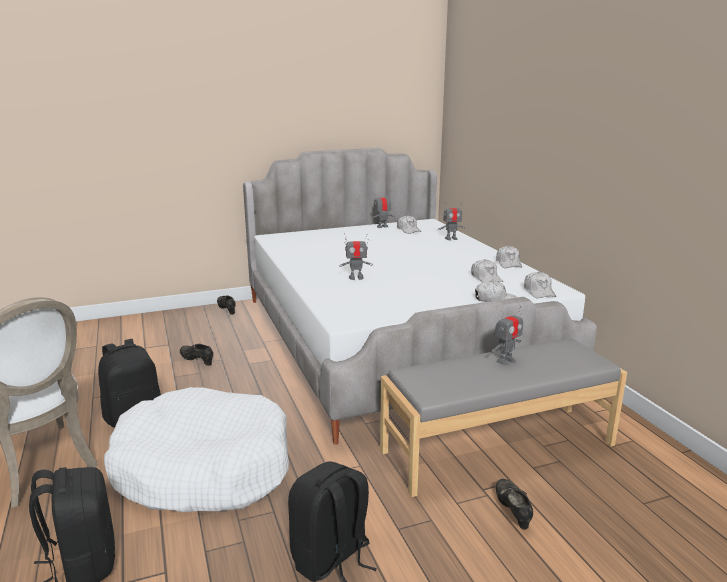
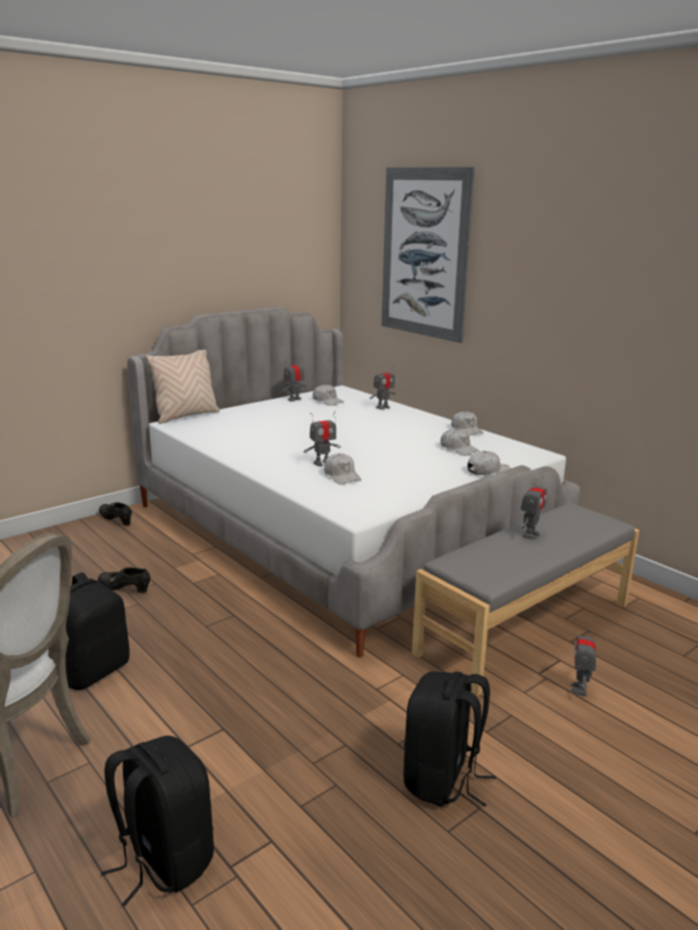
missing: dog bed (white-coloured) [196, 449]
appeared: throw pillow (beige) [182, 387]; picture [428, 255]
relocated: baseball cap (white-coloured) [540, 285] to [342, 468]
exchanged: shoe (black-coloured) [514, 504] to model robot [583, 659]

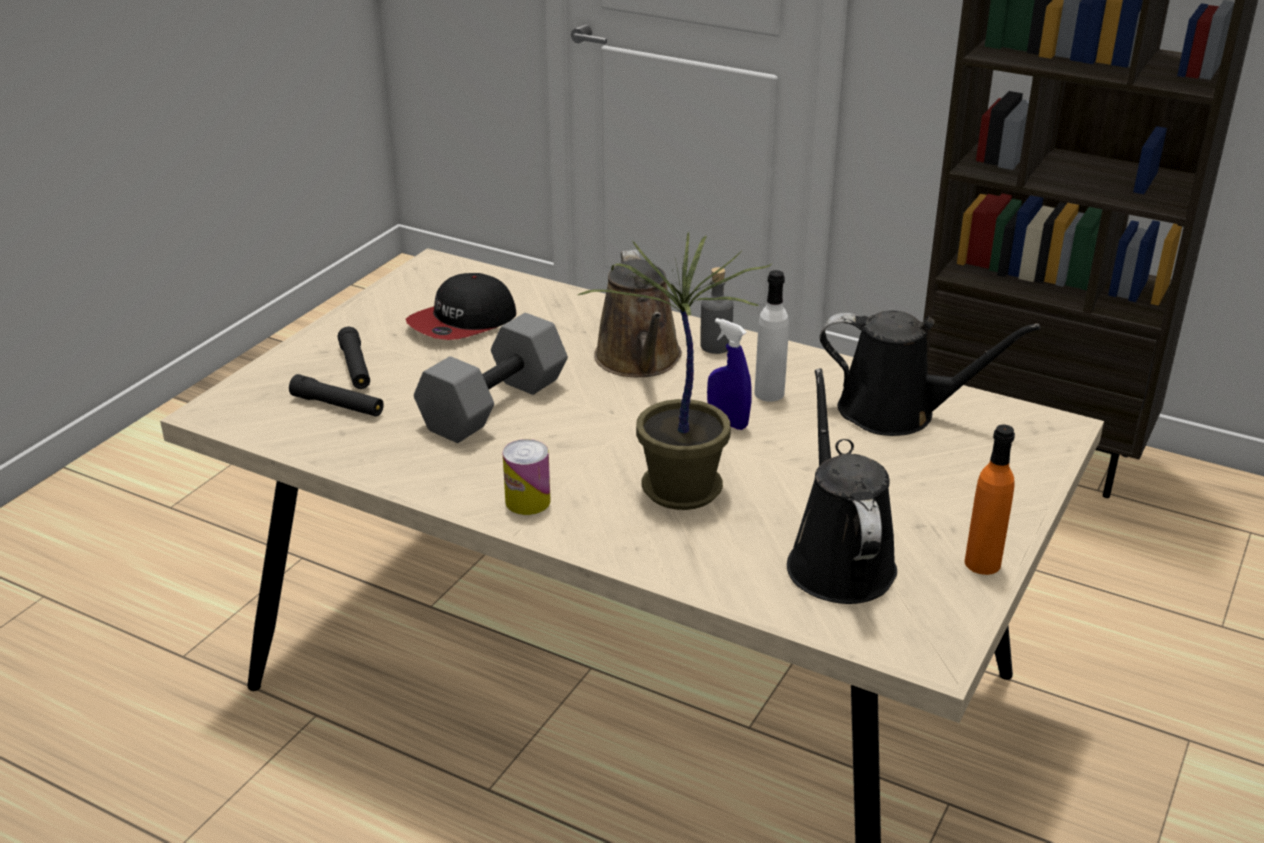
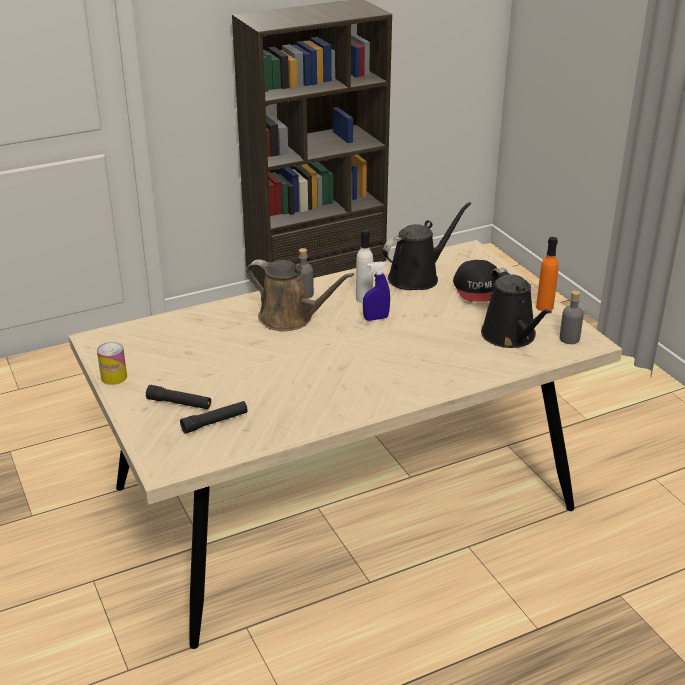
missing: dumbbell (greyish) [491, 378]; houseplant [675, 371]
appeared: drink bottle (greyish) [572, 317]
relocated: metal can [526, 477] to [112, 363]; baseball cap [461, 306] to [475, 281]
spun: watering pot (black-coloured) [842, 486] = [516, 307] 135 degrees counterclockwise

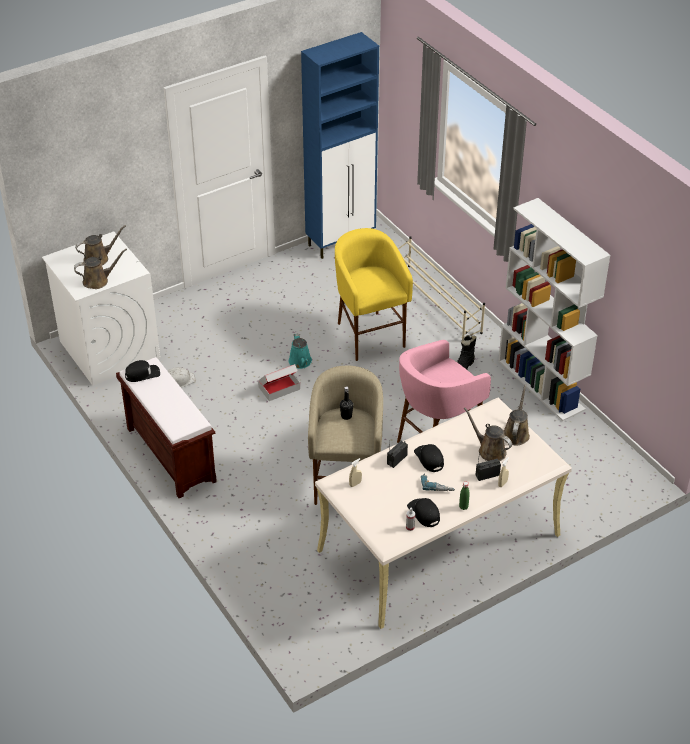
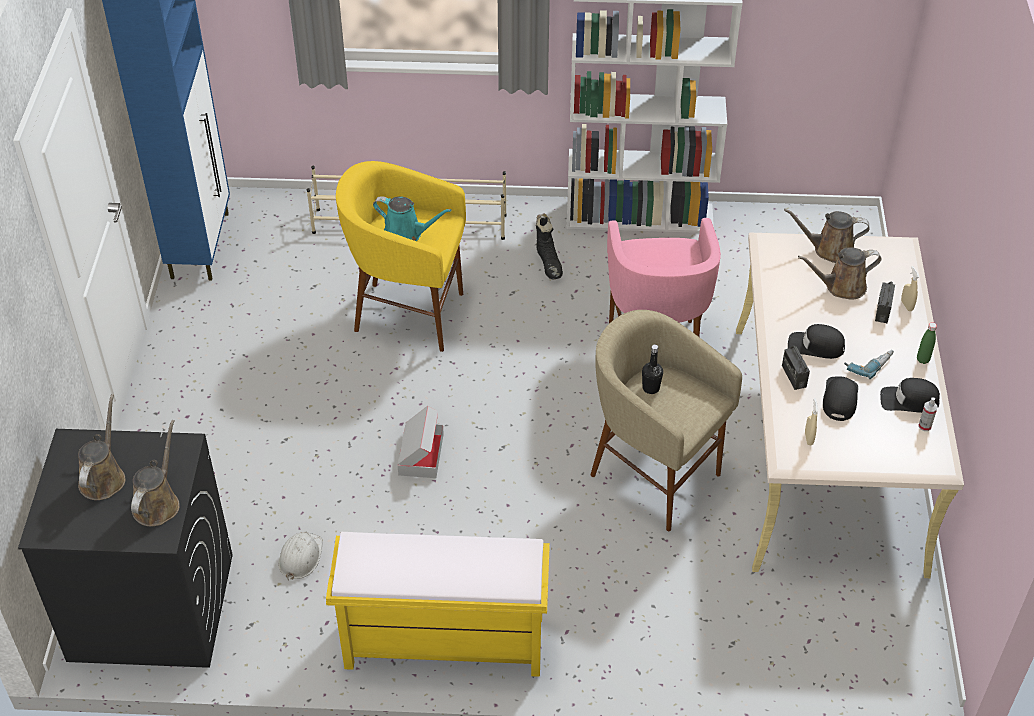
relocated: watering pot (turquoise-coloured) [300, 351] to [412, 218]; baseball cap (black-coloured) [142, 371] to [840, 398]
colour: laundry machine (white-coloured) [101, 309] to laundry machine (black-coloured) [125, 548]; bench (brown) [166, 427] to bench (yellowish) [438, 604]
spun: watering pot (brown) [516, 414] = [827, 236] 45 degrees counterclockwise

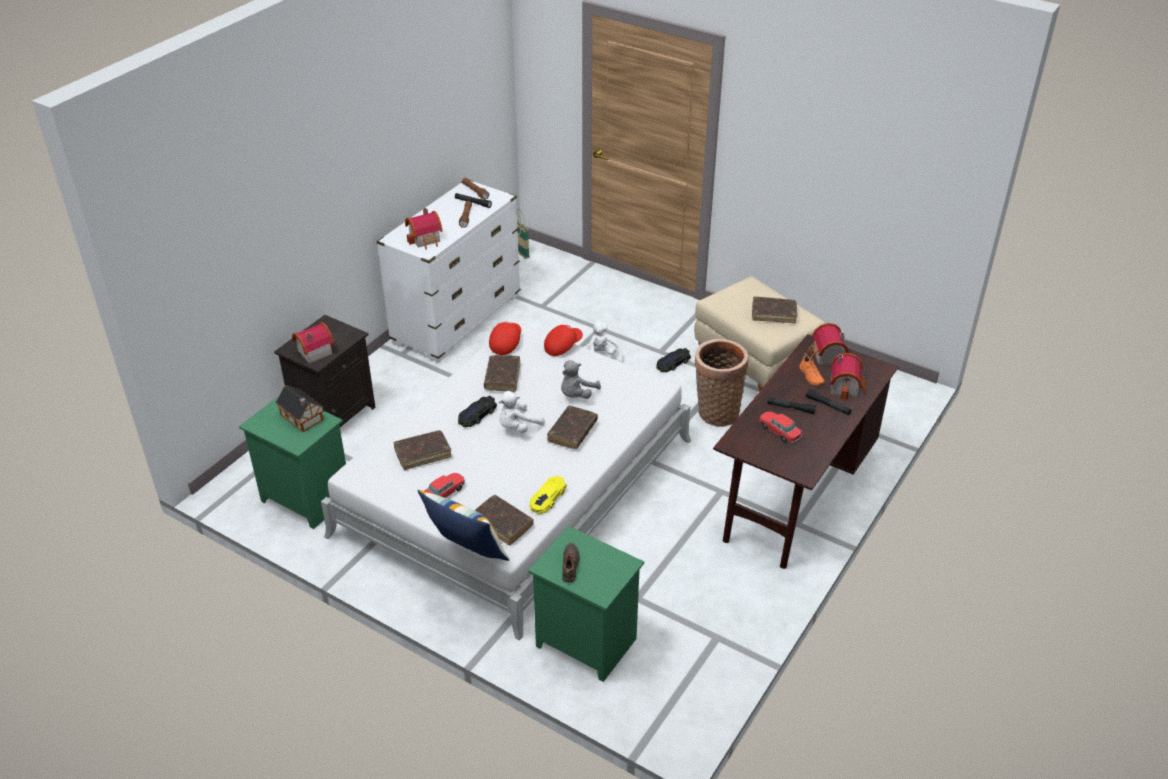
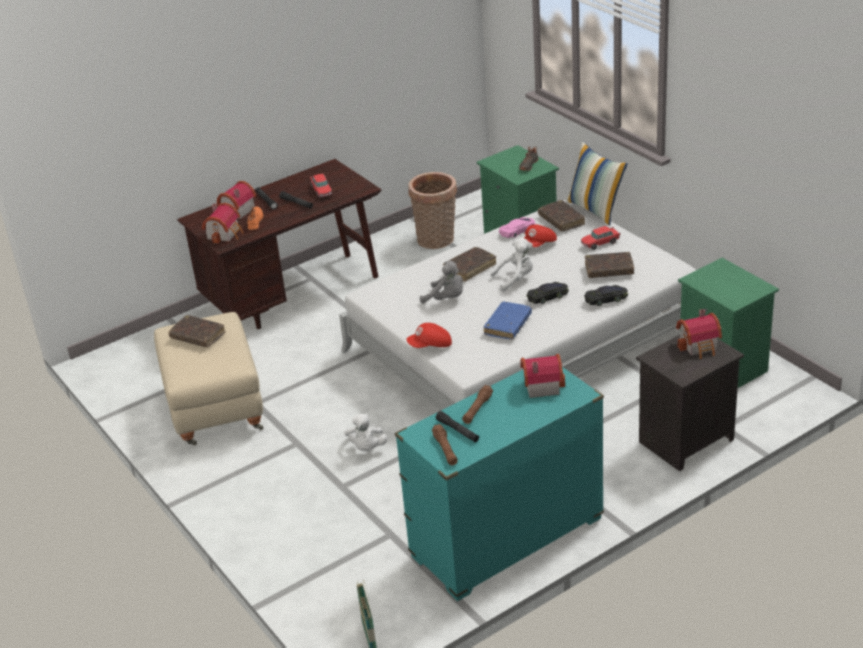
missing: toy house [299, 408]
relocated: basket [721, 383] to [432, 210]; baseball cap (red) [505, 338] to [540, 235]; model car (black-coloured) [673, 360] to [606, 295]
colour: chest of drawers (white-coloured) [448, 271] to chest of drawers (turquoise-coloured) [499, 478]; bound book (brown) [502, 373] to bound book (blue) [507, 321]; model car (yellowish) [548, 495] to model car (pink-coloured) [517, 227]
spun: soft toy (greyish) [581, 379] = [441, 282] 60 degrees clockwise

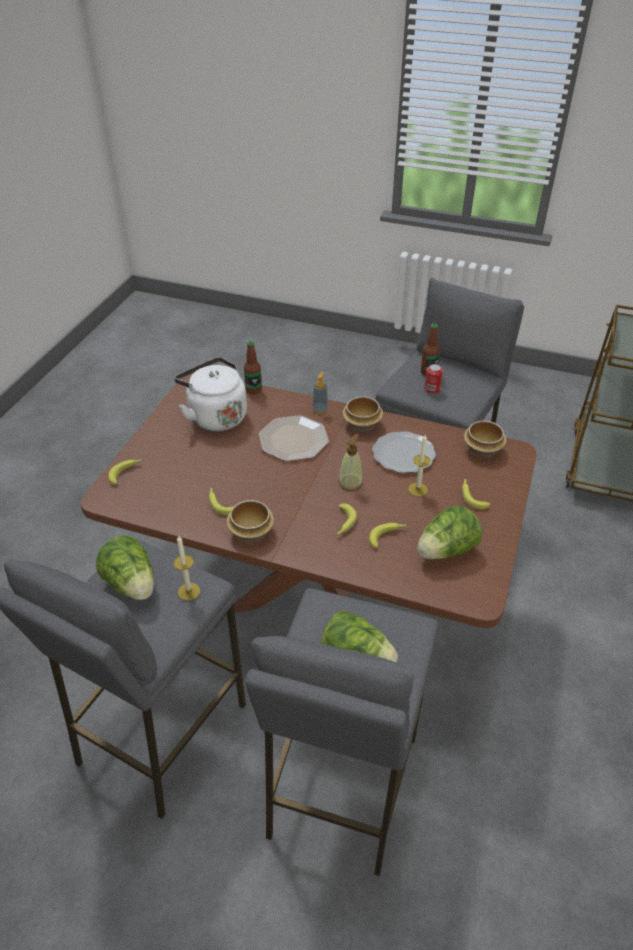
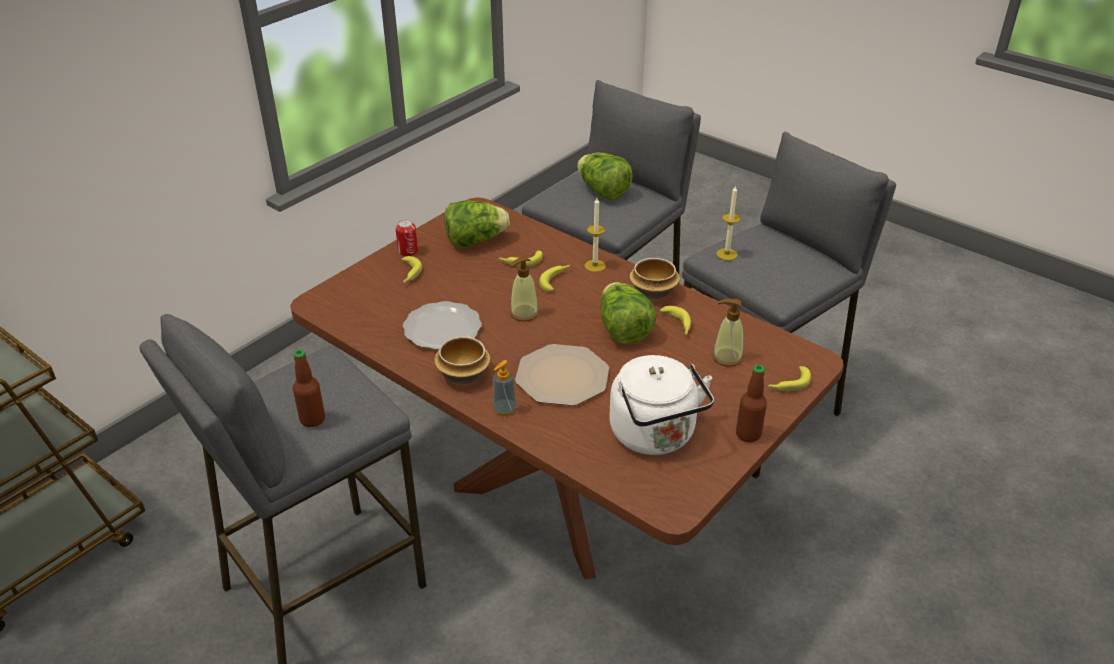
missing: bowl [485, 439]
appeared: liquid soap bottle [728, 333]
relocated: metal can [433, 379] to [406, 238]; candle [419, 466] to [595, 235]; head of lettuce [125, 567] to [628, 313]; drink bottle [253, 368] to [751, 403]

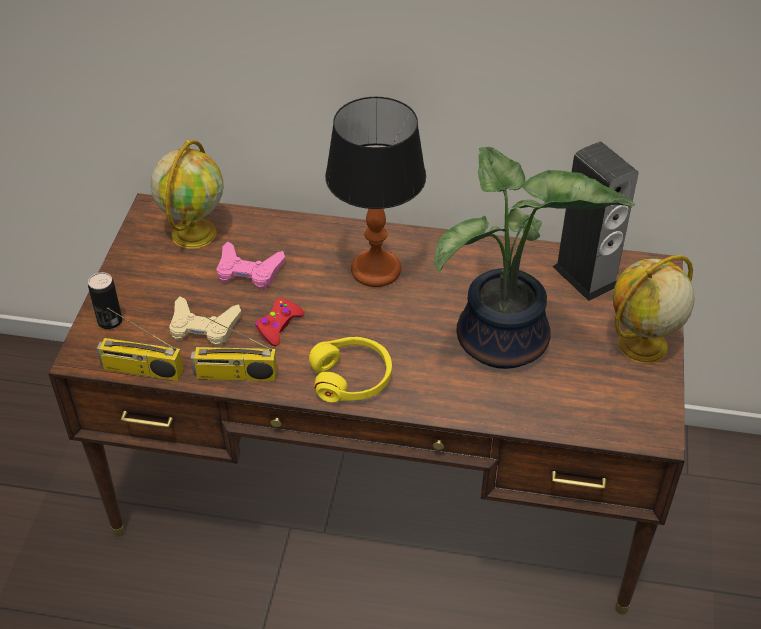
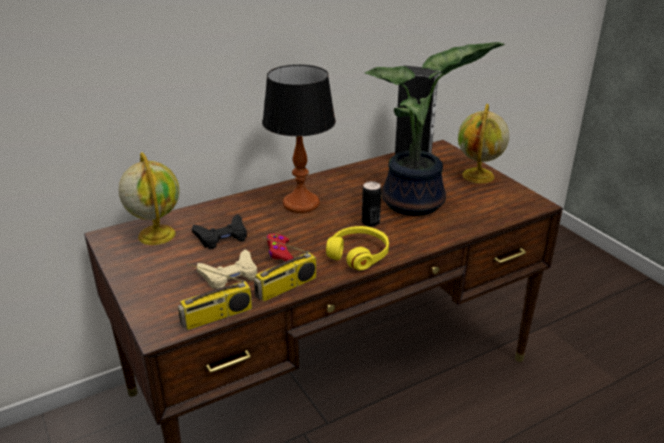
relocated: metal can [105, 300] to [371, 204]
colour: game controller (pink-coloured) [251, 266] to game controller (black-coloured) [219, 231]

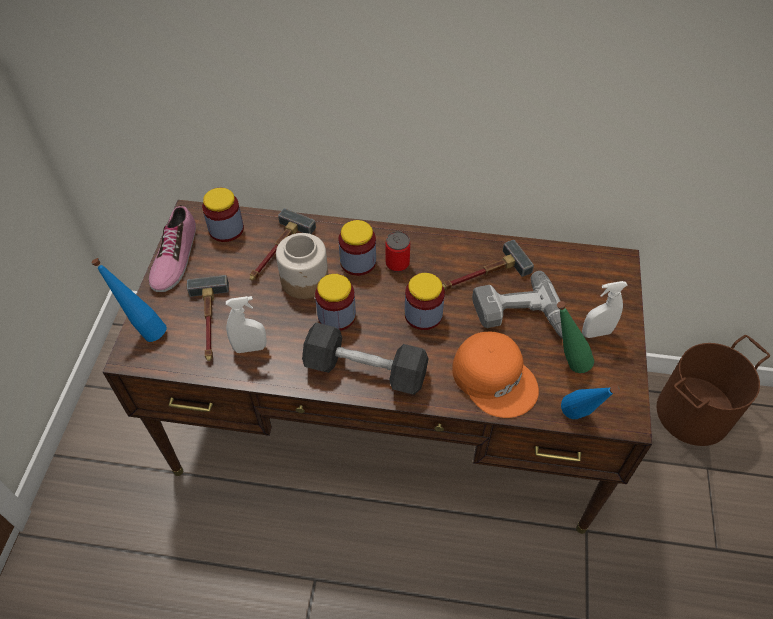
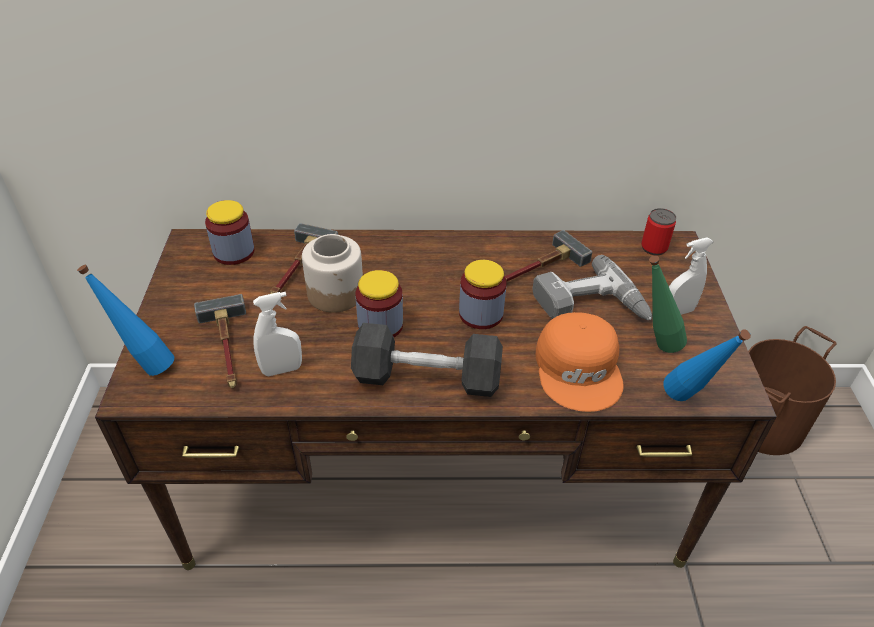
missing: shoe [172, 248]; jar [357, 248]
relocated: metal can [398, 251] to [658, 232]
spun: baseball cap (orange-coloured) [495, 374] = [580, 362] 45 degrees clockwise

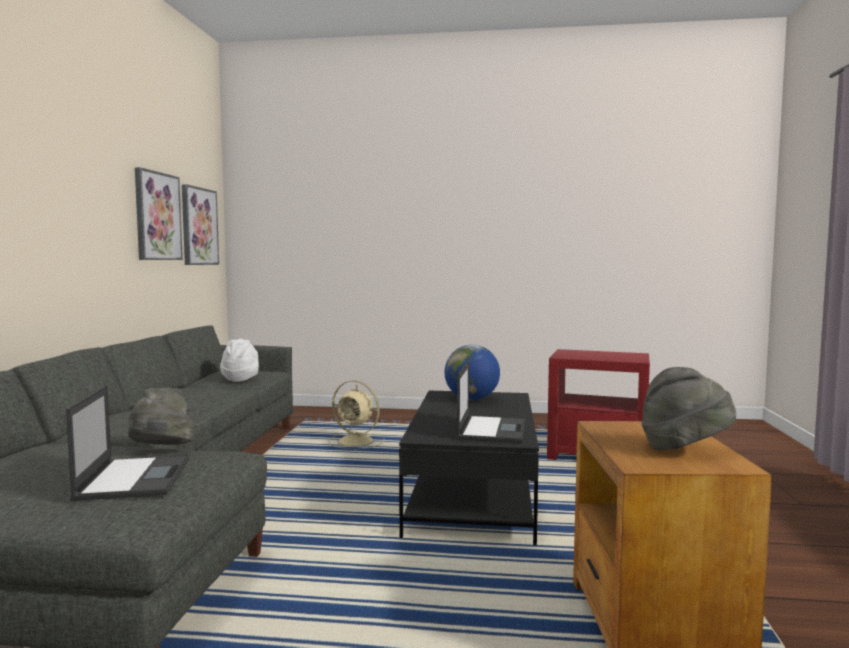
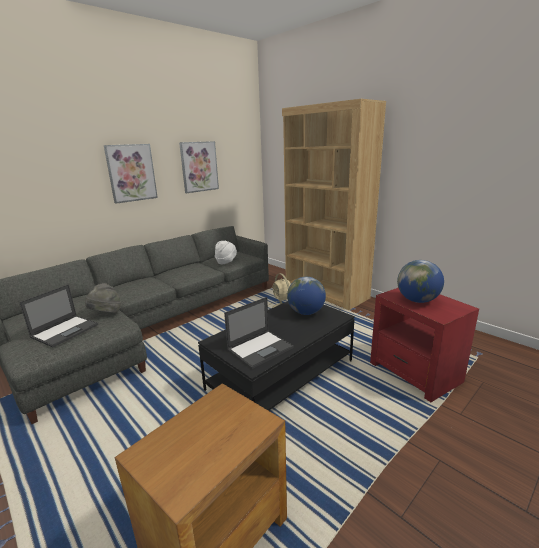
missing: wearable hat (greyish) [688, 408]
appeared: shelving unit (brown) [334, 204]; world globe [420, 281]
relocated: picture [200, 224] to [131, 174]

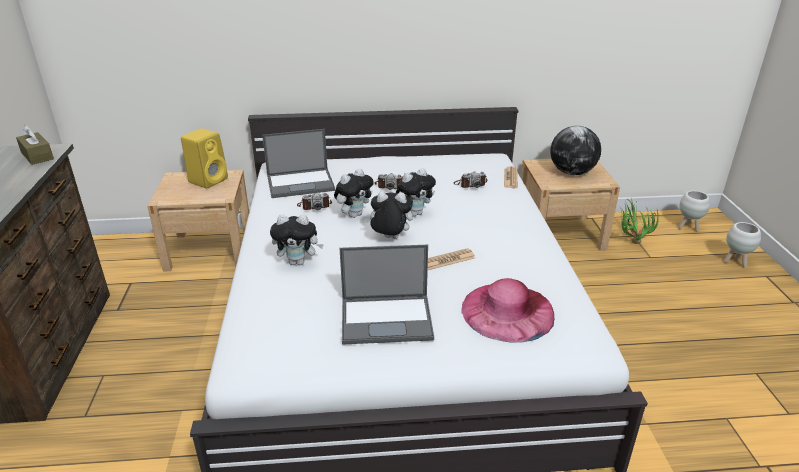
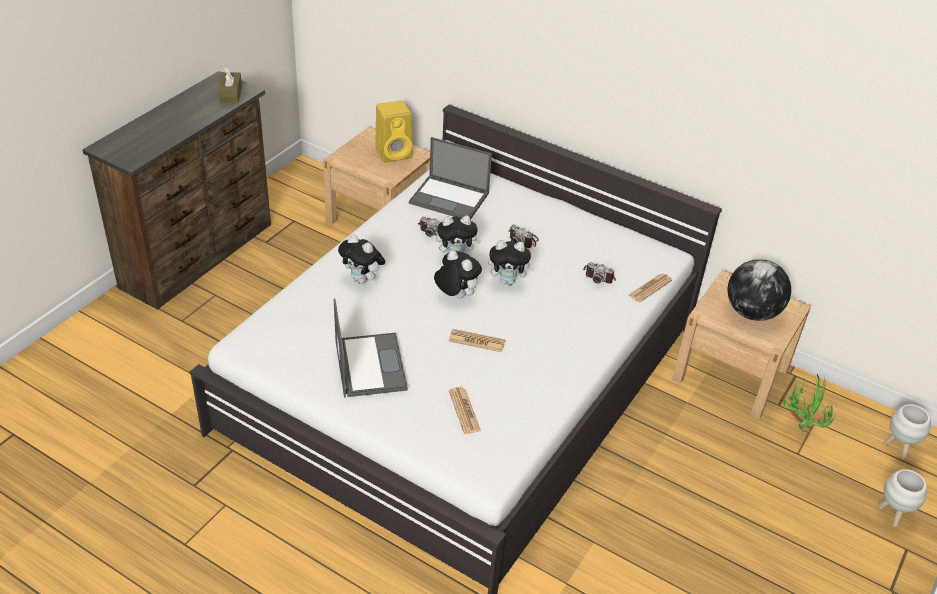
exchanged: wearable hat (pink-coloured) [507, 310] to newspaper [465, 410]
spun: laptop [387, 295] = [371, 347] 135 degrees counterclockwise

